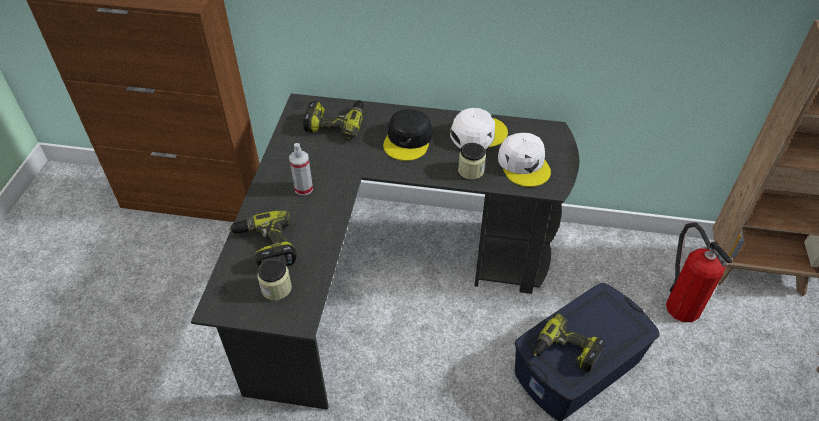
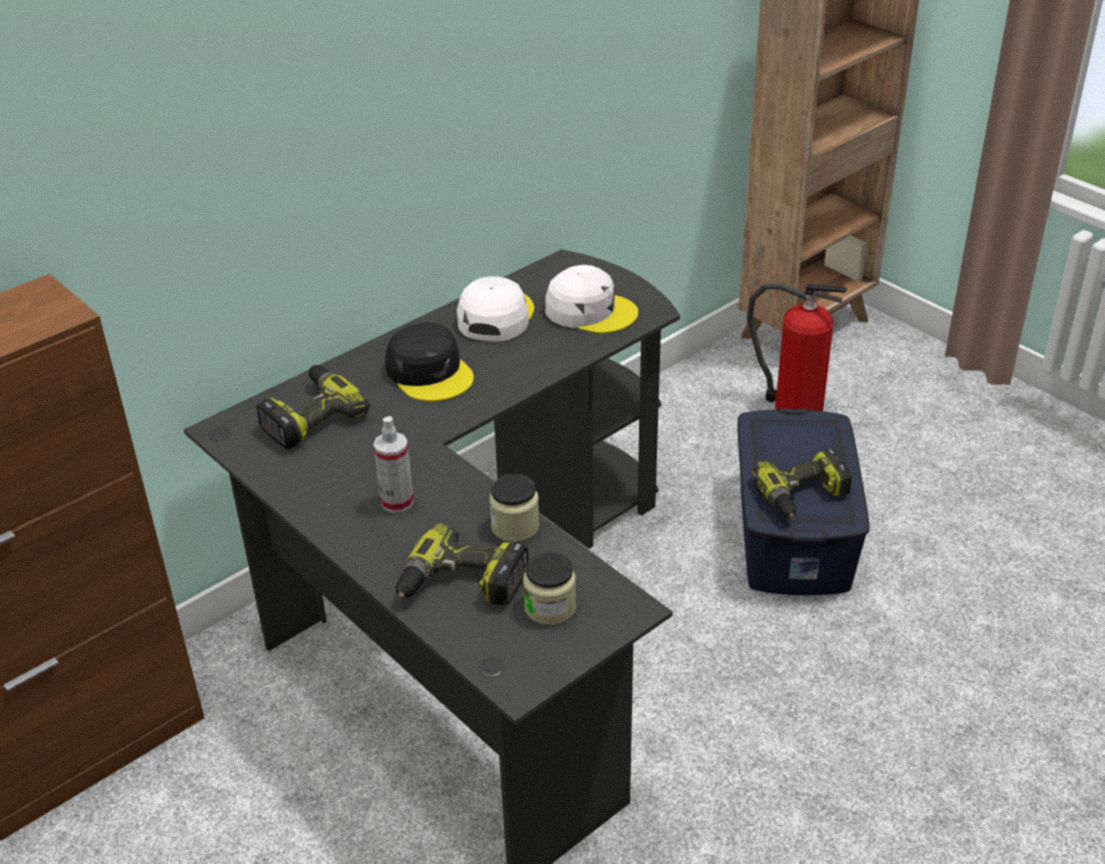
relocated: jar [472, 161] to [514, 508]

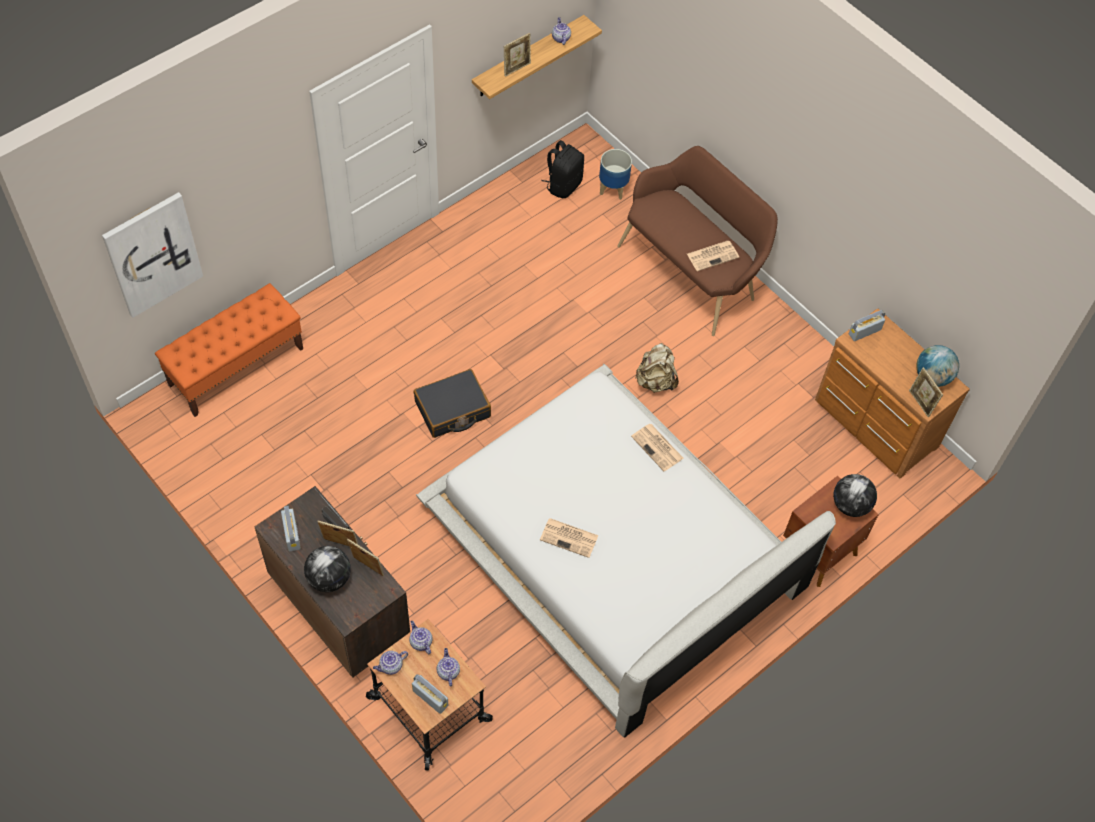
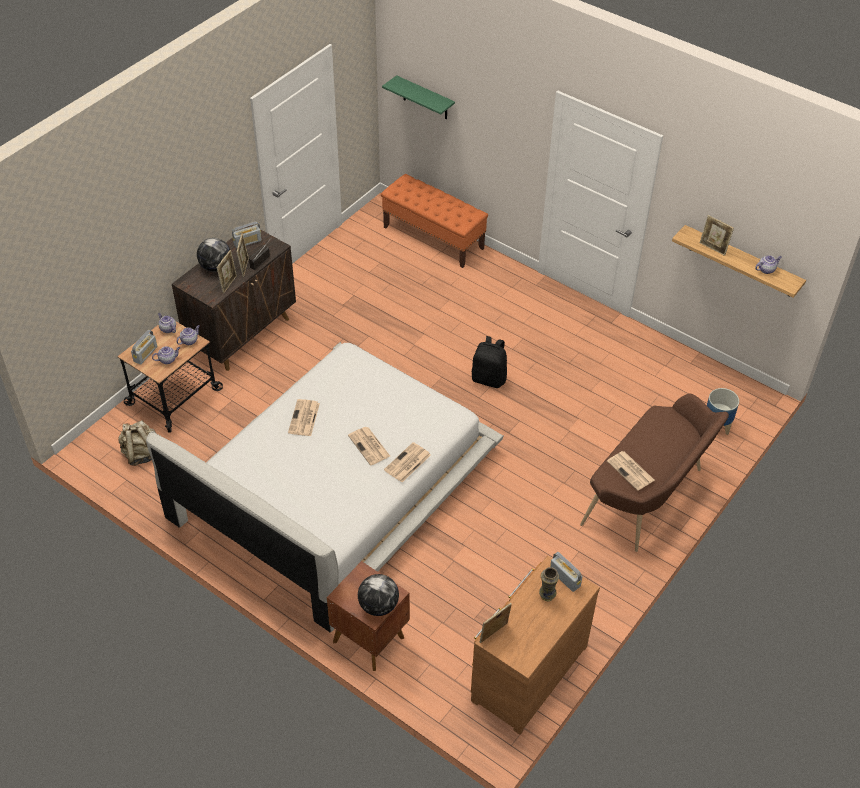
missing: suitcase (black-coloured) [452, 403]; world globe [937, 366]
appeared: newspaper [369, 446]; vase [549, 584]
relocated: knapsack (beige) [657, 368] to [137, 443]; knapsack (black-coloured) [562, 169] to [489, 362]
exchanged: picture [152, 255] to shelf (green) [418, 97]

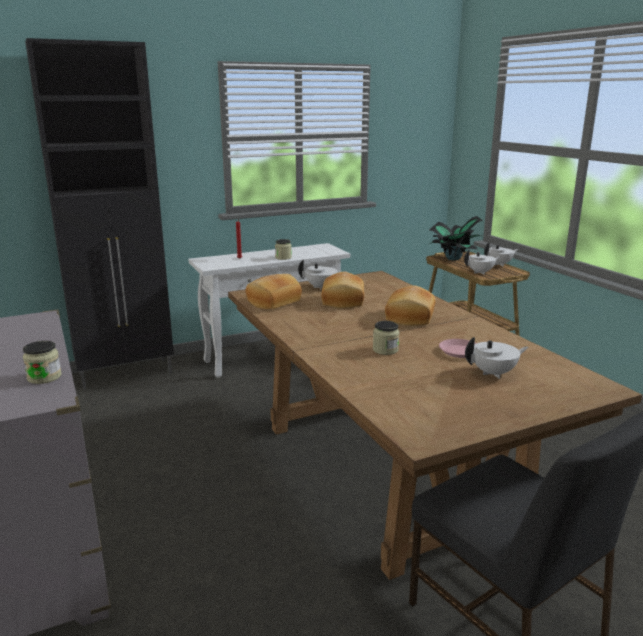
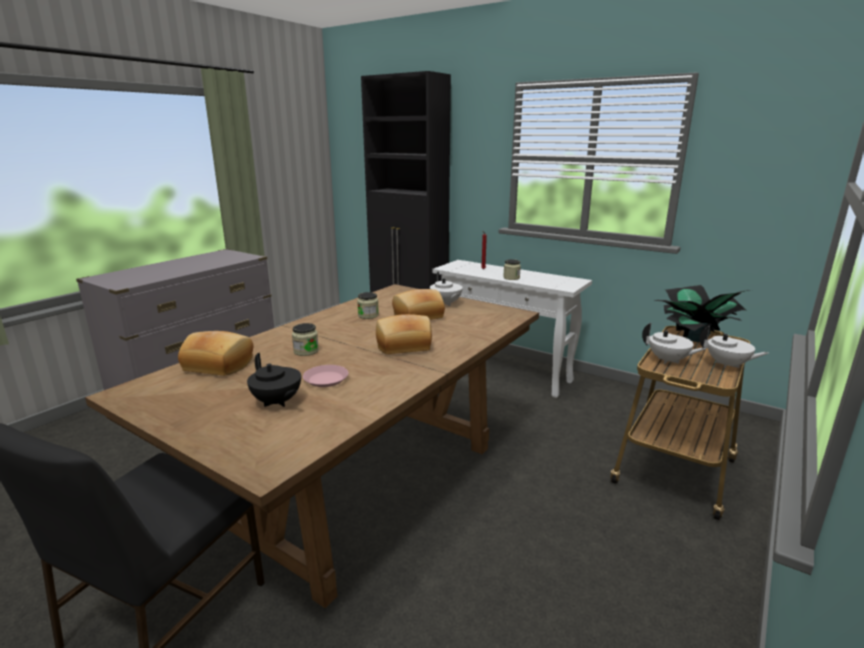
relocated: bread [274, 291] to [215, 353]; jar [42, 362] to [368, 305]
colour: tea pot (white-coloured) [496, 358] to tea pot (black-coloured) [274, 380]

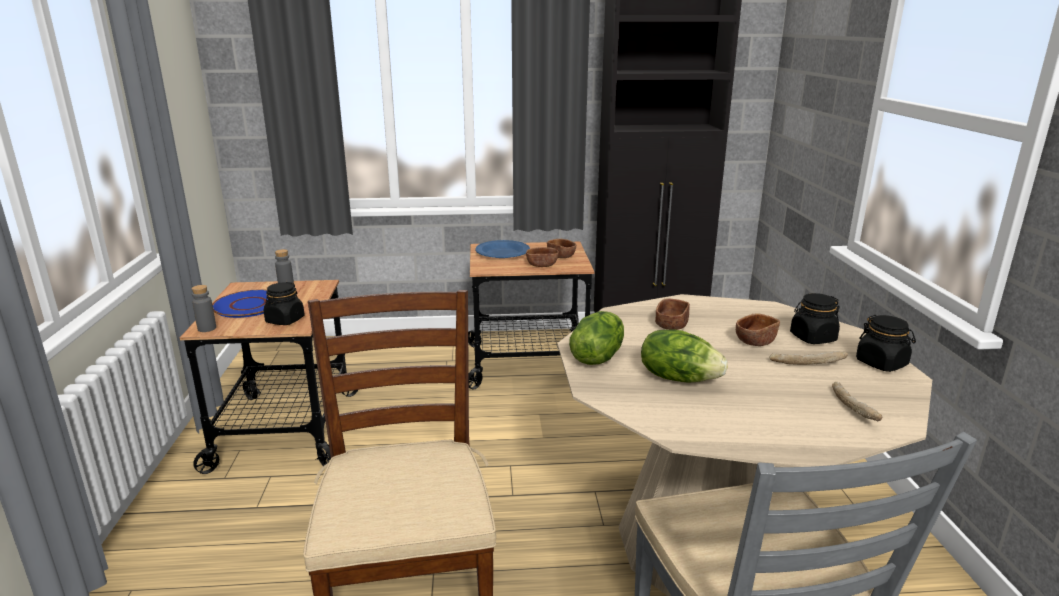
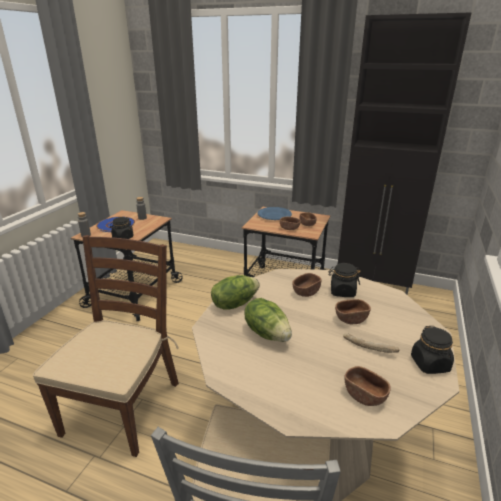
relocated: jar (black-coloured) [815, 318] to [345, 280]
exchanged: bread [857, 401] to bowl (brown) [367, 386]

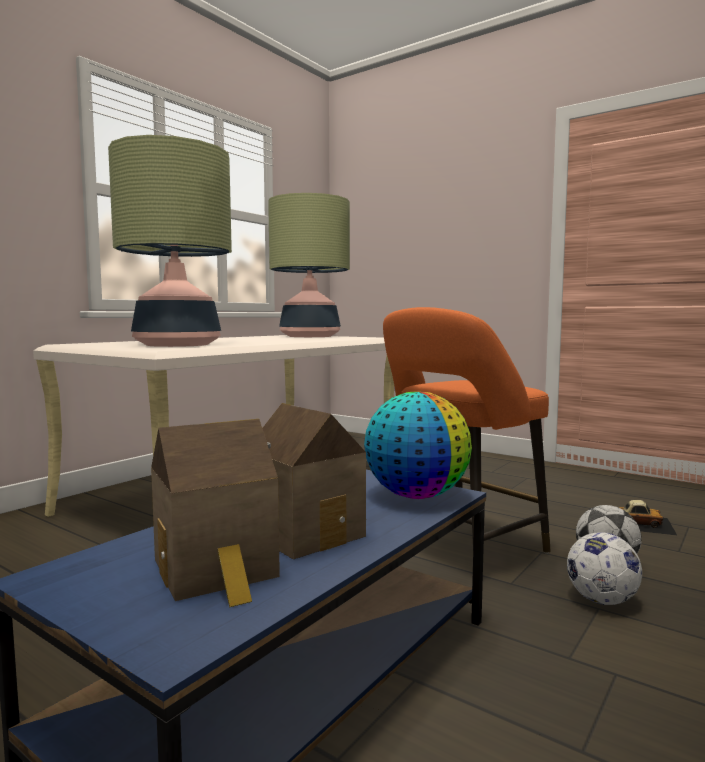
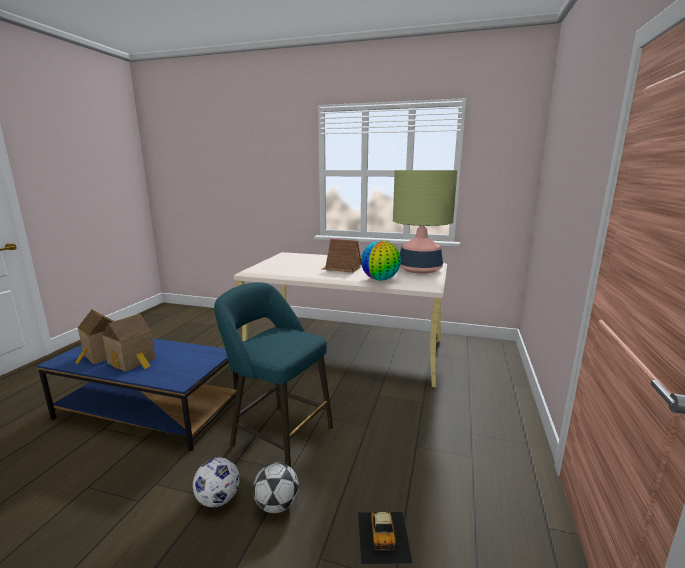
missing: tabletop lamp [170, 241]
appeared: toy house [341, 256]
relocated: world globe [418, 445] to [381, 261]
colour: stool (orange-coloured) [466, 430] to stool (turquoise-coloured) [273, 374]

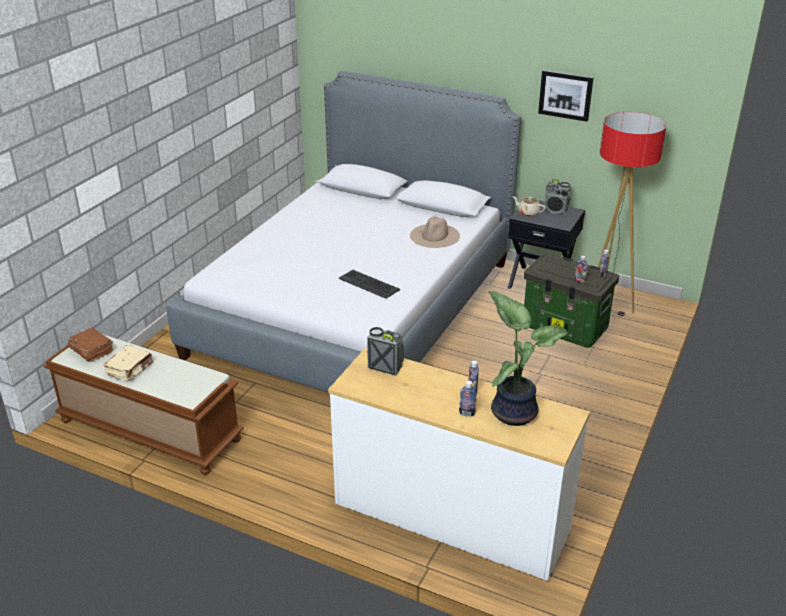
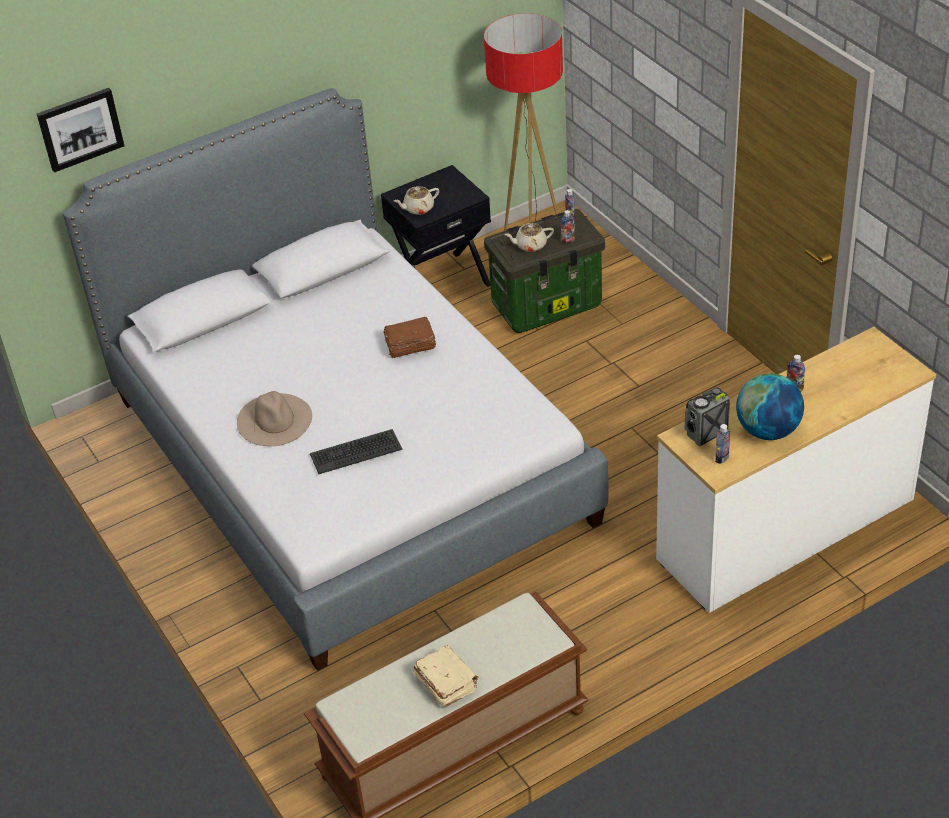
missing: houseplant [528, 358]; radio set [557, 197]
appeared: tea pot (beige) [529, 237]; world globe [770, 406]
relocated: picture [566, 96] to [81, 130]; wearable hat (beige) [435, 232] to [274, 418]; PC keyboard [369, 284] to [356, 451]; bound book (brown) [90, 345] to [410, 337]; drink bottle [468, 399] to [722, 444]

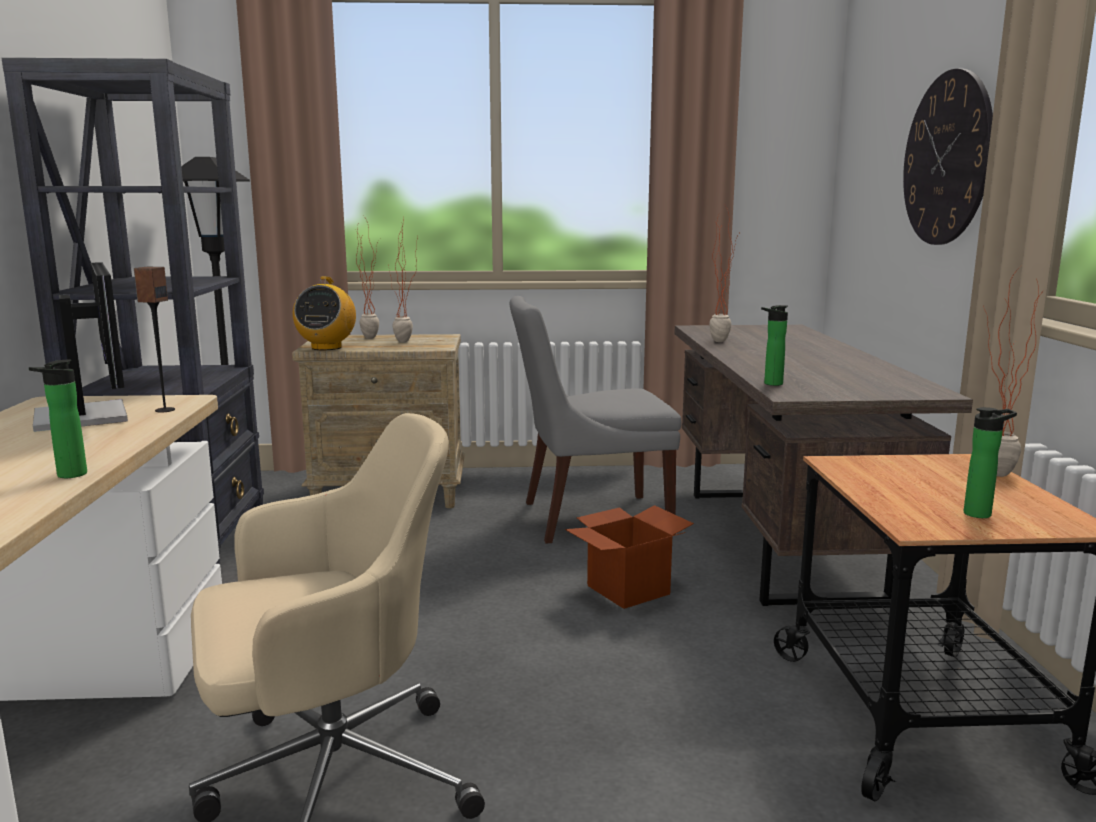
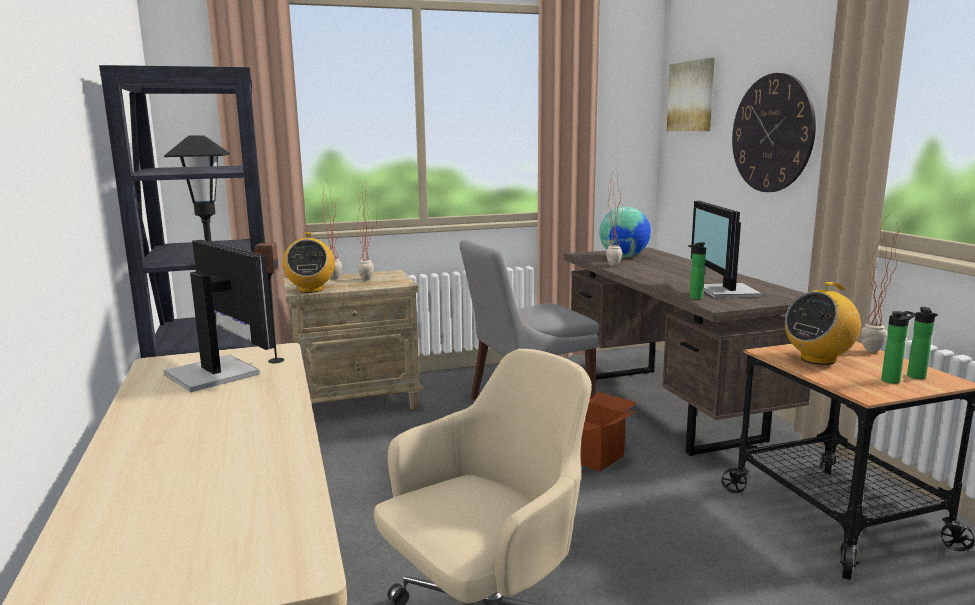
appeared: world globe [625, 232]; picture [691, 94]; computer screen [727, 249]; radio set [823, 323]
relocated: drink bottle [58, 418] to [922, 343]

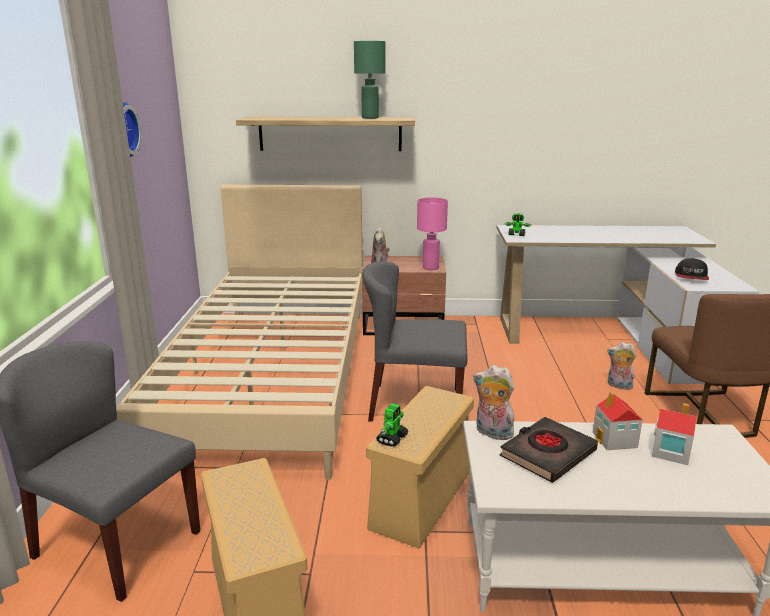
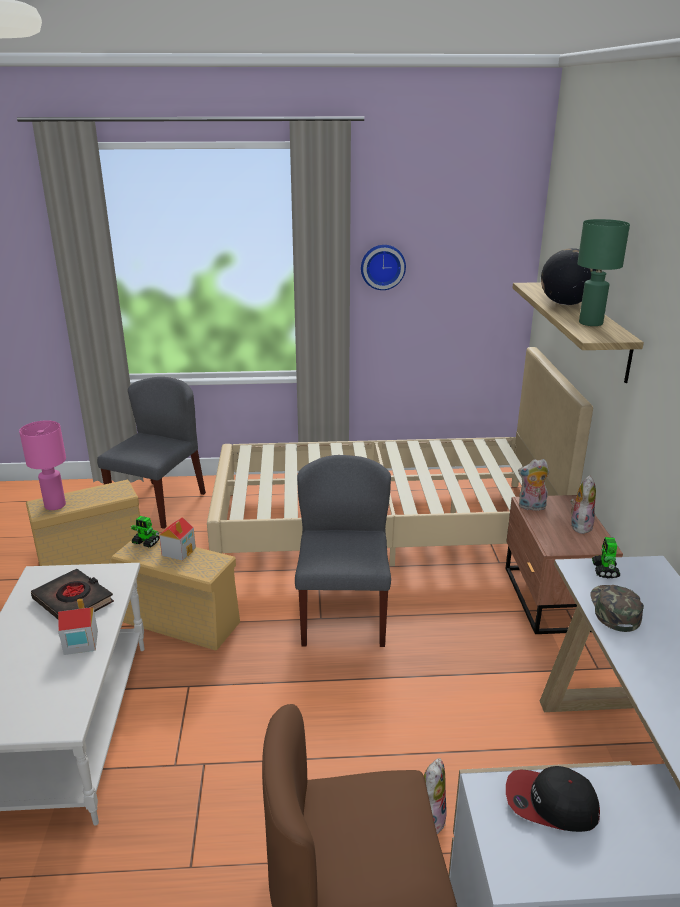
appeared: world globe [569, 276]; baseball cap (green) [617, 608]
relocated: tabletop lamp (pink-coloured) [432, 233] to [42, 465]; toy house [674, 434] to [177, 539]; soft toy [495, 402] to [583, 504]

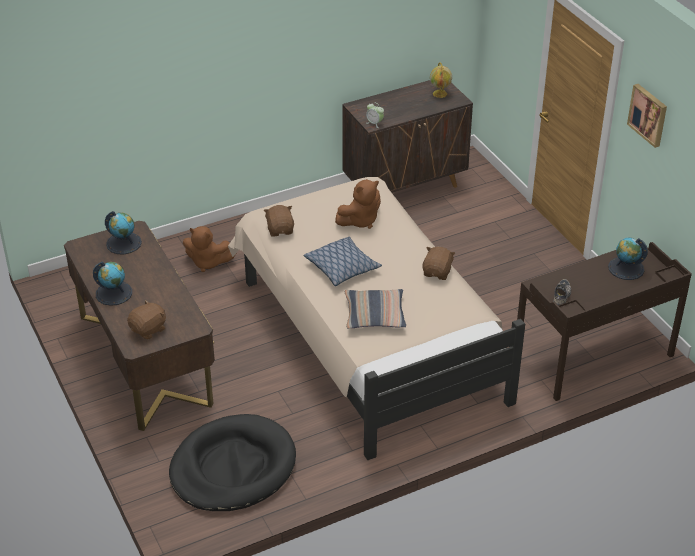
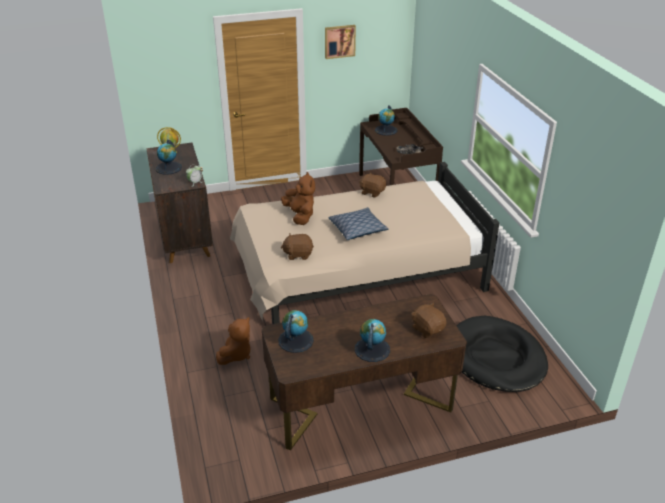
missing: throw pillow [375, 308]
appeared: world globe [169, 157]

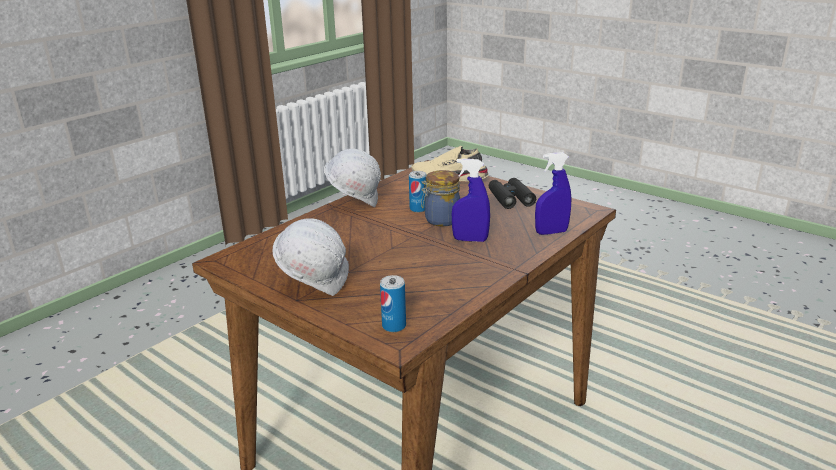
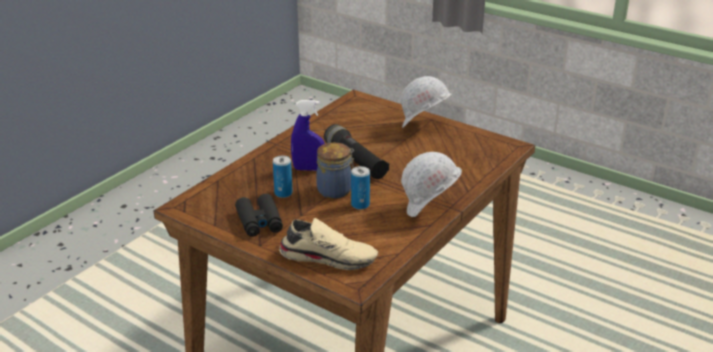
missing: spray bottle (blue) [553, 193]
appeared: flashlight (black-coloured) [356, 151]
relocated: metal can [393, 303] to [283, 176]

